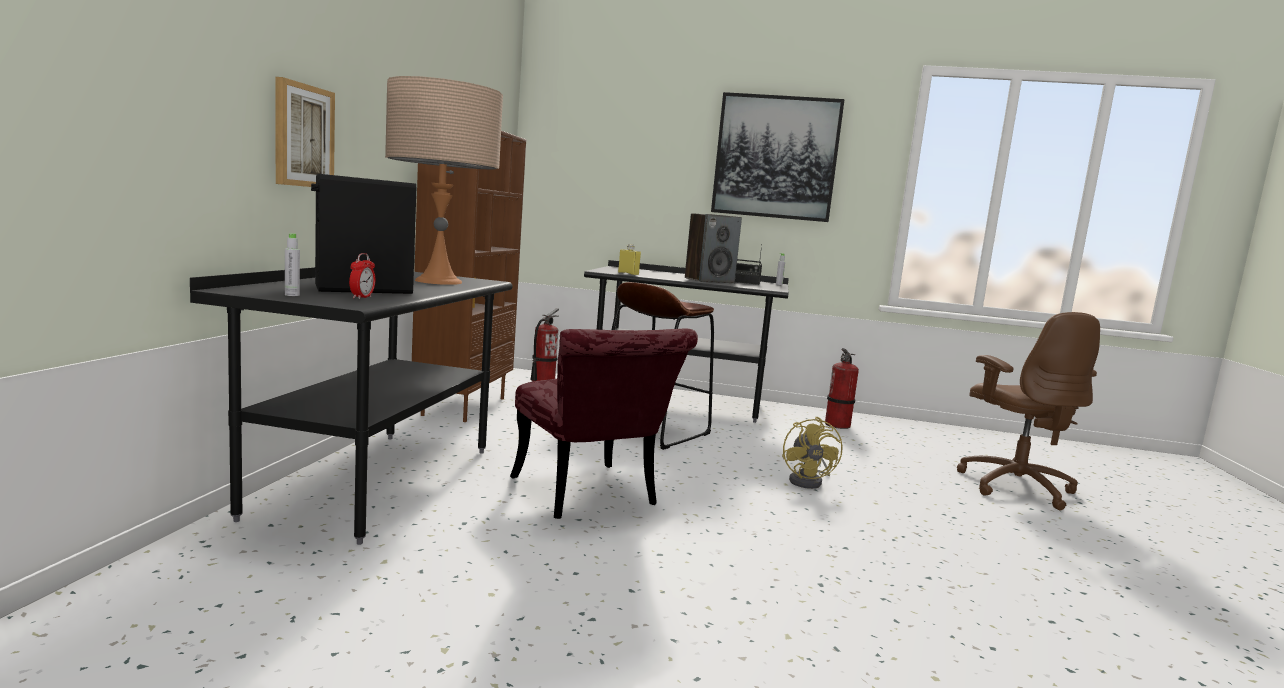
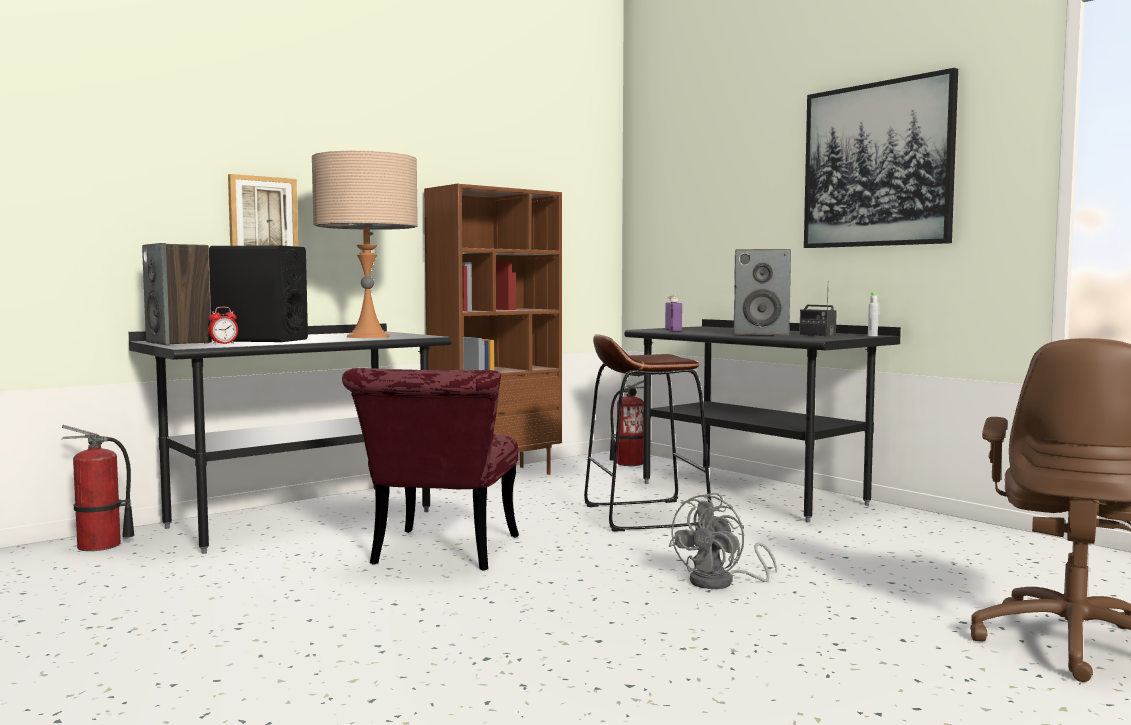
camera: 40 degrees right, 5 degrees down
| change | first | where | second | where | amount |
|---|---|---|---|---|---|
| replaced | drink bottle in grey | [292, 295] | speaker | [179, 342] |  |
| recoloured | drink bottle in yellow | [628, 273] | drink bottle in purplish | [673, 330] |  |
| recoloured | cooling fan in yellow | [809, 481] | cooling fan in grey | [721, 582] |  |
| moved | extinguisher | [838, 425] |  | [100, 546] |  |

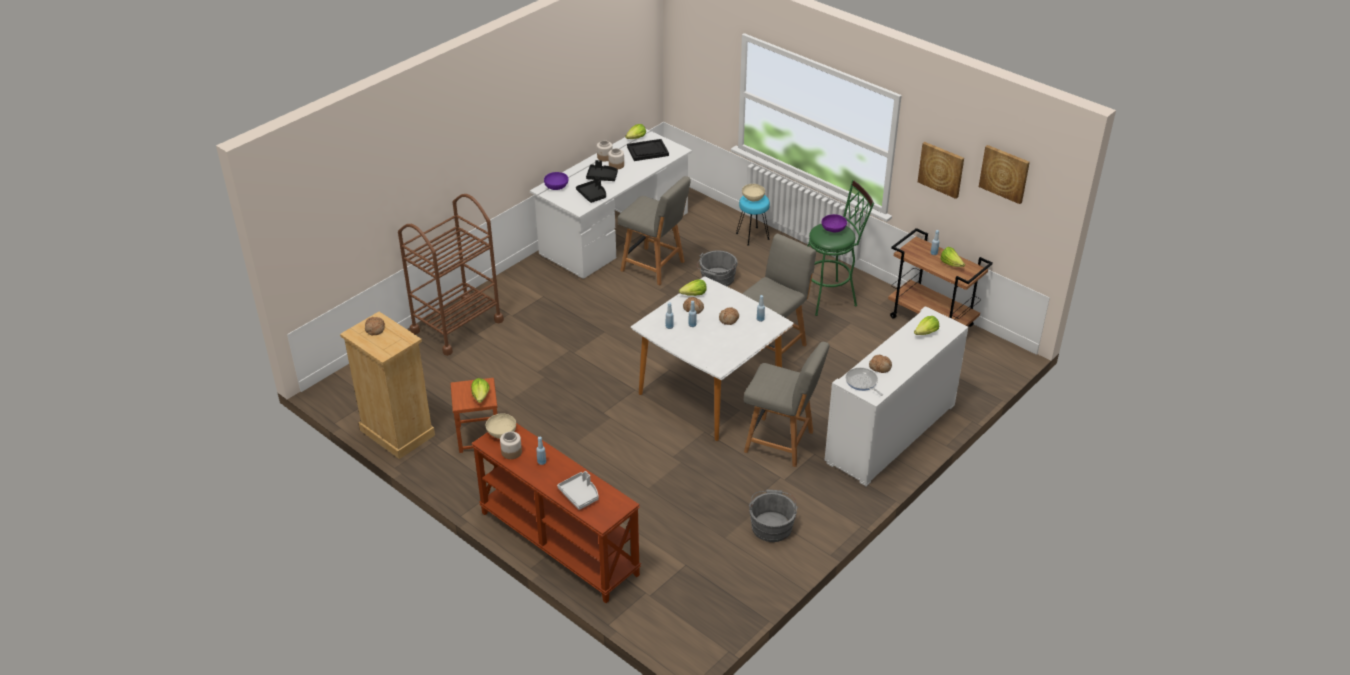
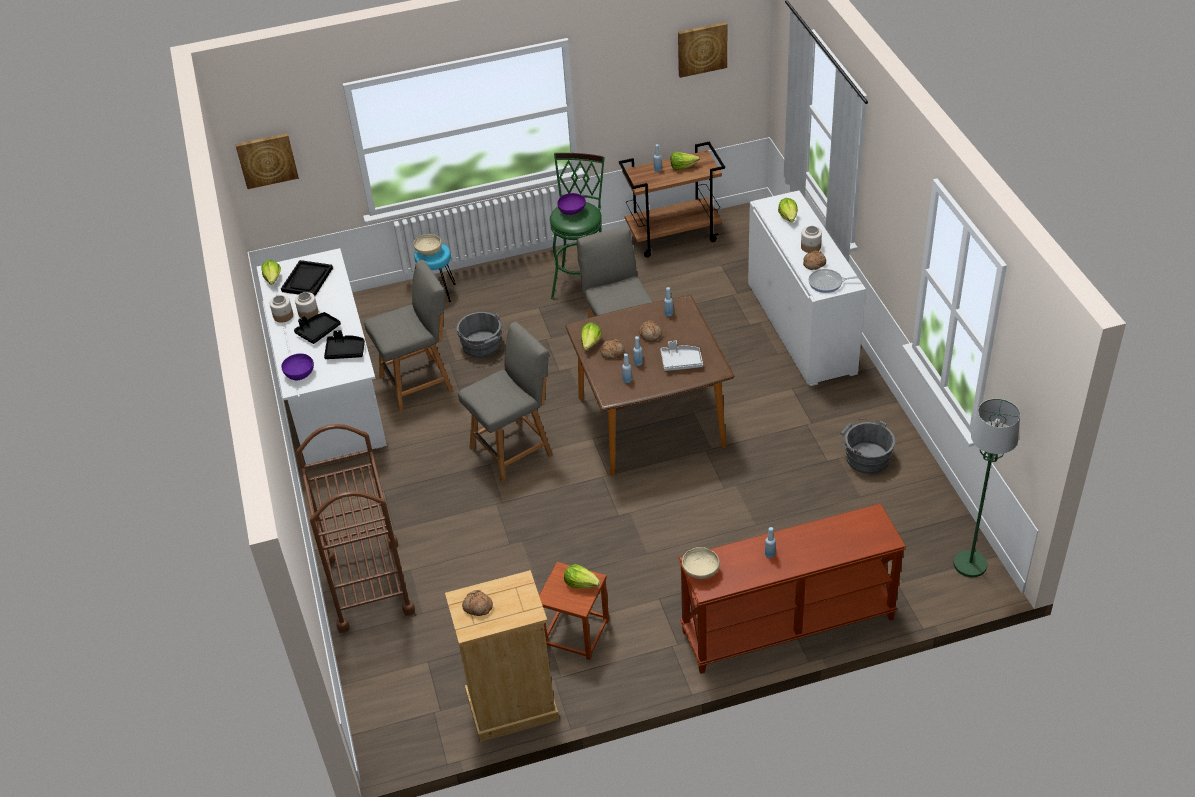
camera: 55 degrees left, 5 degrees up
| change | first | where | second | where | amount |
|---|---|---|---|---|---|
| moved | jar | [511, 452] |  | [811, 247] |  |
| moved | tray in grey | [580, 494] |  | [681, 362] |  |
| recoloured | dinner table in white | [711, 392] | dinner table in brown-coloured | [651, 422] |  |
| moved | upright chair in grey | [781, 442] |  | [513, 450] |  |
| moved | wall art | [941, 169] |  | [267, 160] |  |
| added |  |  | floor lamp in green-coloured | [970, 564] |  |

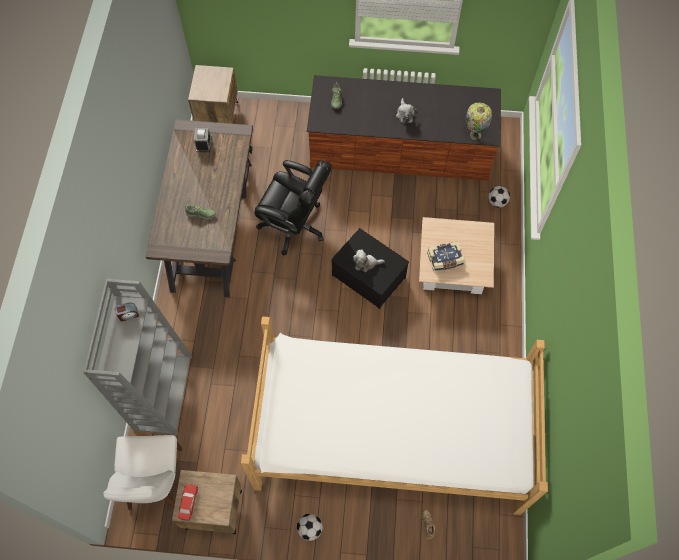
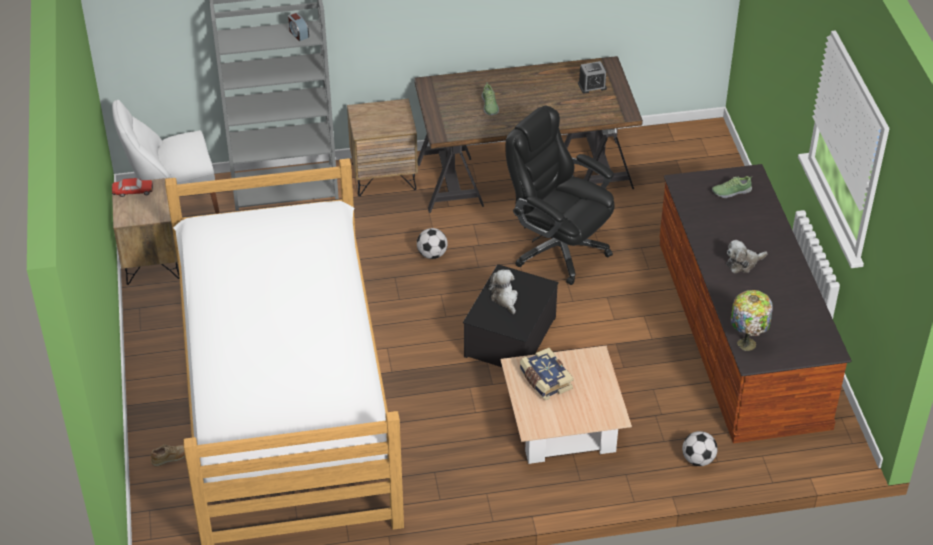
camera: 75 degrees right, 20 degrees down
| change | first | where | second | where | amount |
|---|---|---|---|---|---|
| moved | night table in brown-coloured | [217, 116] |  | [384, 176] |  |
| turned | office chair in black | [294, 225] |  | [558, 248] | 120 degrees clockwise |
| moved | football | [310, 529] |  | [432, 254] |  |

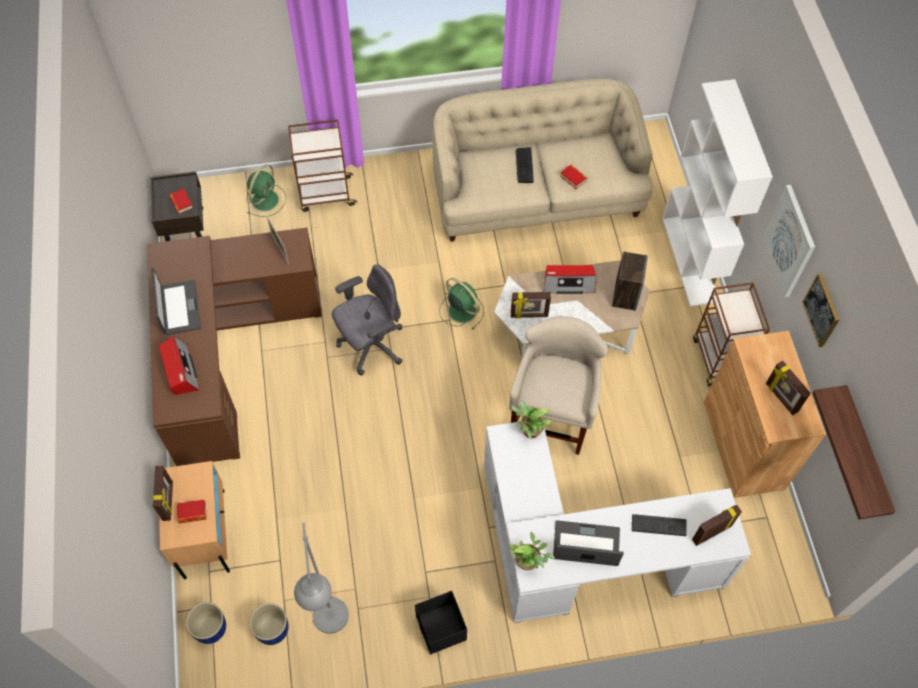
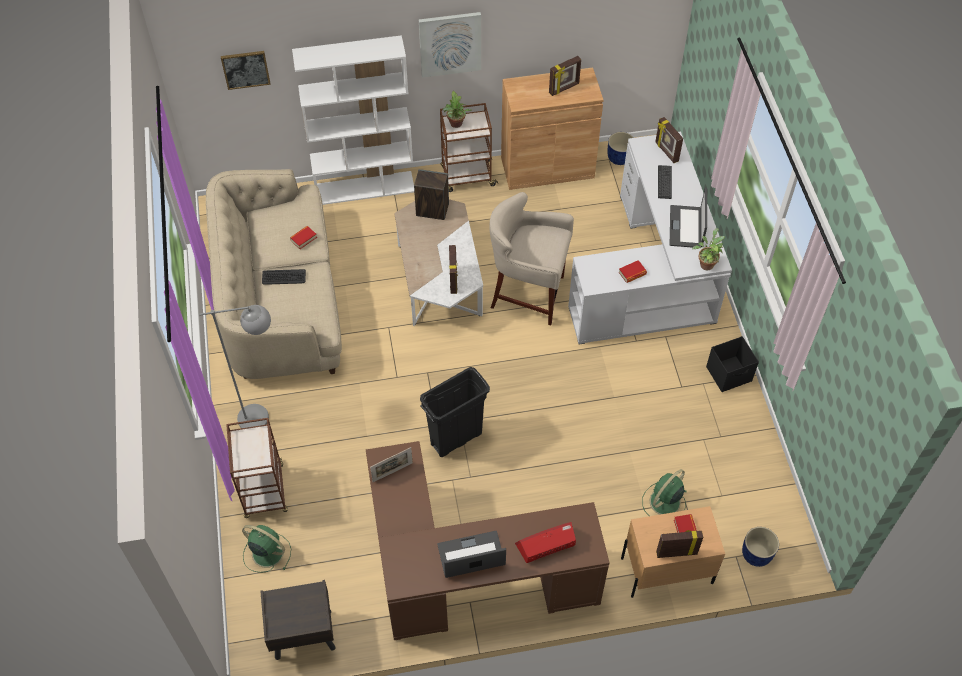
camera: 90 degrees left, 5 degrees down
| change | first | where | second | where | amount |
|---|---|---|---|---|---|
| moved | book | [181, 203] |  | [632, 273] |  |
| moved | planter in blue | [272, 629] |  | [619, 158] |  |
| moved | floor lamp in grey | [332, 628] |  | [264, 416] |  |
| replaced | office chair in grey | [371, 345] | trash can in black | [456, 438] |  |
| moved | cooling fan in green-coloured | [461, 310] |  | [664, 503] |  |
| moved | plant in a pot | [529, 431] |  | [456, 124] |  |
| removed | radio set | [568, 283] |  |  |  |
| moved | wall art | [822, 310] |  | [245, 69] |  |
| removed | bracket shelf | [864, 454] |  |  |  |

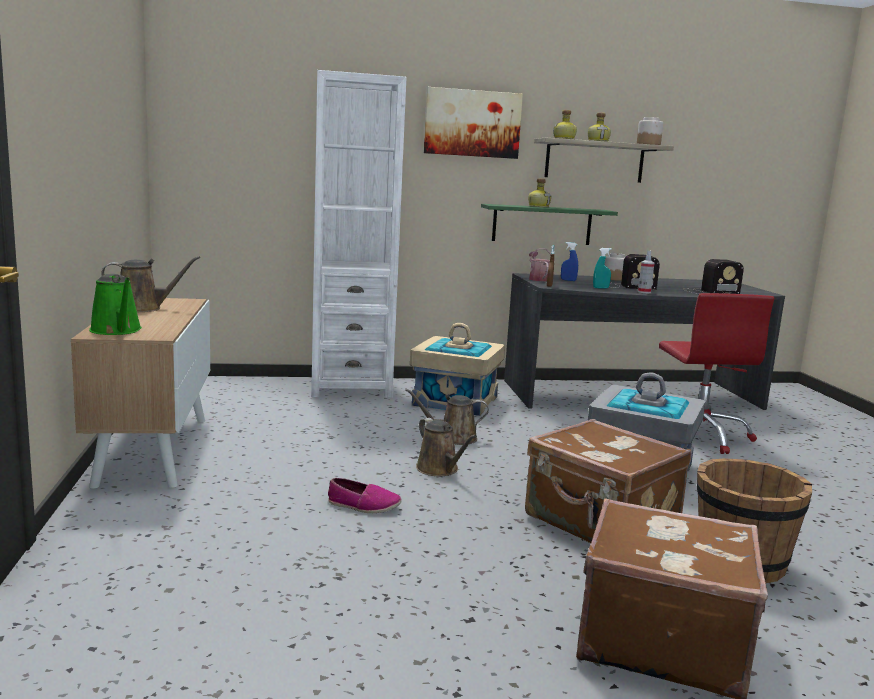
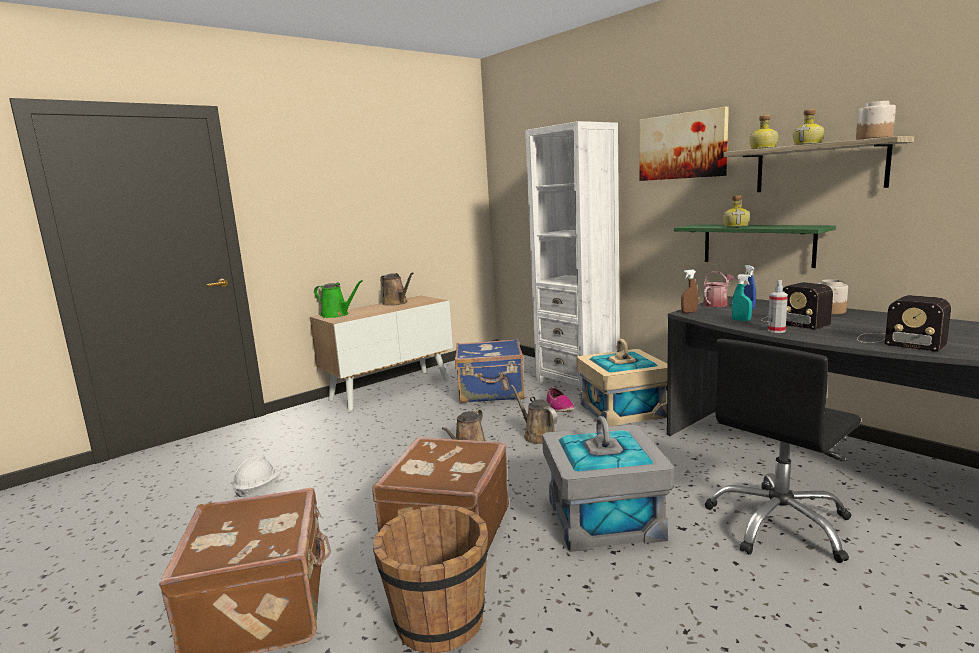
camera: 60 degrees right, 0 degrees up
| change | first | where | second | where | amount |
|---|---|---|---|---|---|
| turned | sprinkling can in green-coloured | [117, 331] |  | [337, 315] | 90 degrees counterclockwise |
| moved | low shoe | [363, 505] |  | [559, 407] |  |
| recoloured | office chair in red | [699, 435] | office chair in black | [779, 524] |  |
| added |  |  | safety helmet in white | [258, 487] |  |
| added |  |  | piece of luggage in blue | [491, 393] |  |

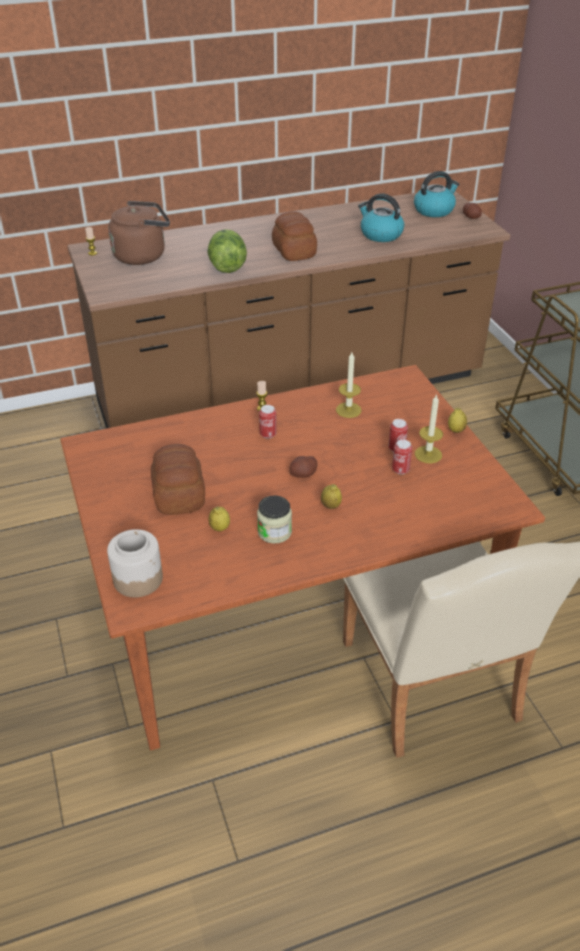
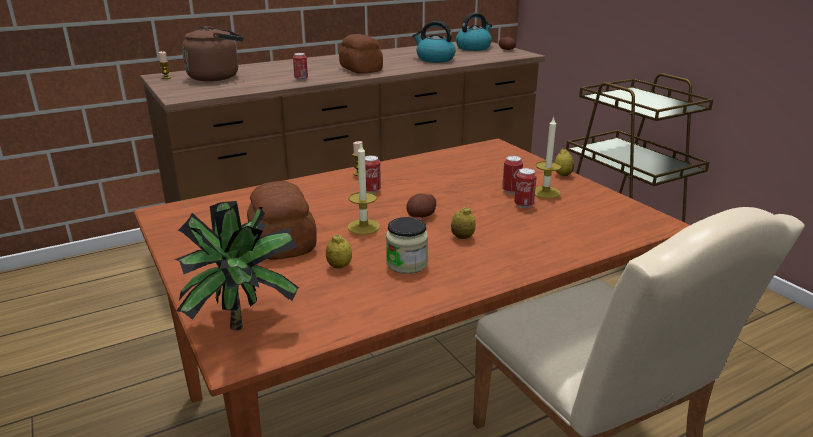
camera: 10 degrees left, 15 degrees down
| change | first | where | second | where | amount |
|---|---|---|---|---|---|
| replaced | jar | [138, 578] | plant in a pot | [244, 323] |  |
| replaced | lettuce head | [227, 267] | sealed can | [301, 79] |  |
| moved | candle | [348, 410] |  | [363, 227] |  |

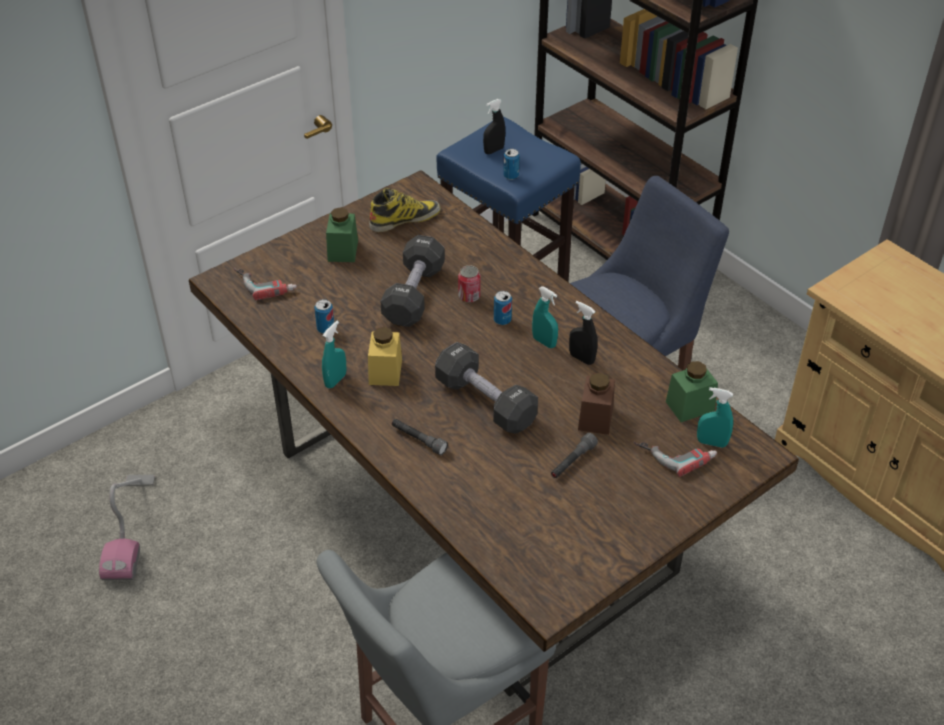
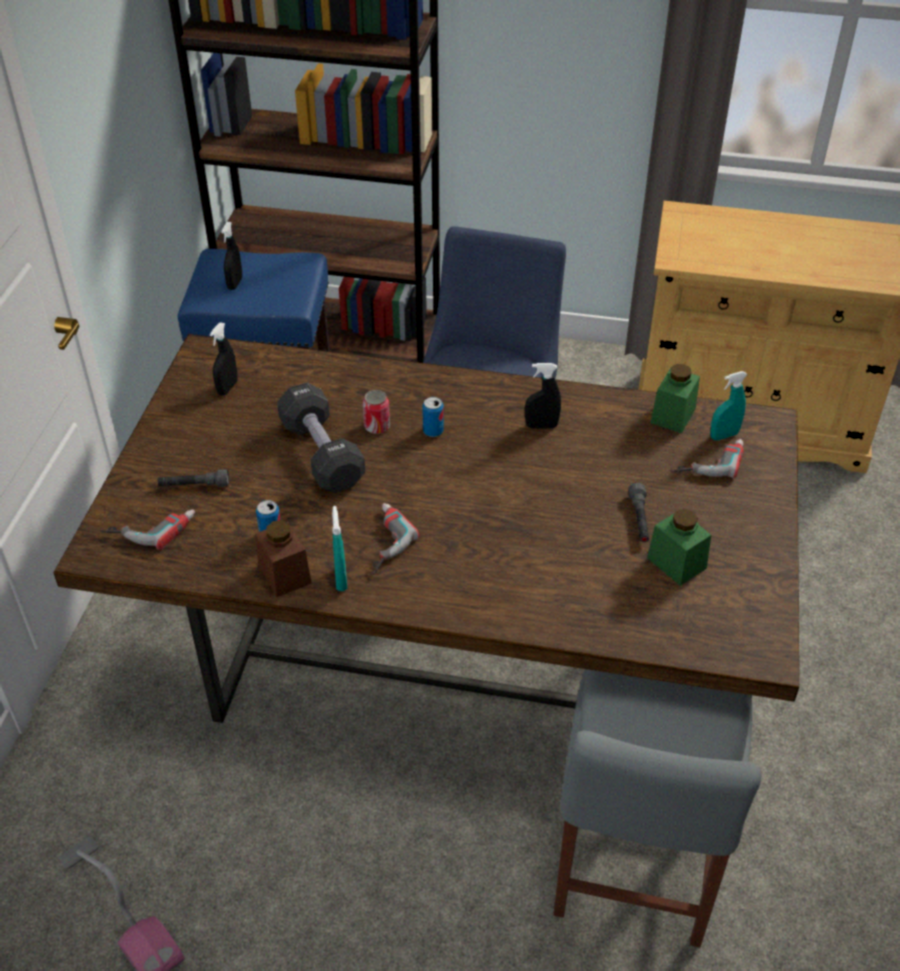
camera: 40 degrees left, 0 degrees up
| change | first | where | second | where | amount |
|---|---|---|---|---|---|
| moved | jar in green-coloured | [343, 250] |  | [676, 563] |  |
| replaced | jar in yellow | [385, 372] | power drill | [380, 541] |  |
| replaced | tall boot | [404, 219] | spray bottle in black | [227, 388] |  |
| moved | flashlight in grey | [418, 440] |  | [194, 486] |  |
| removed | hand weight in black | [485, 402] |  |  |  |
| removed | sealed can | [511, 176] |  |  |  |
| removed | spray bottle in turquoise | [544, 342] |  |  |  |
| moved | jar in brown-coloured | [595, 418] |  | [284, 574] |  |

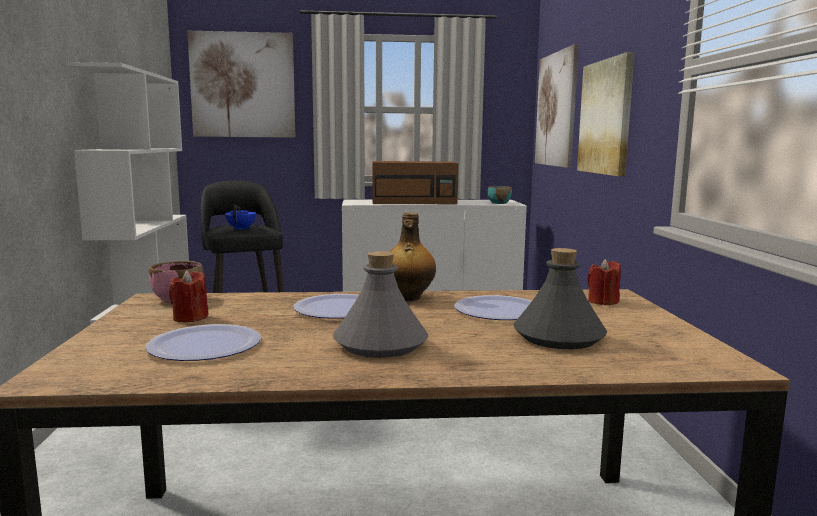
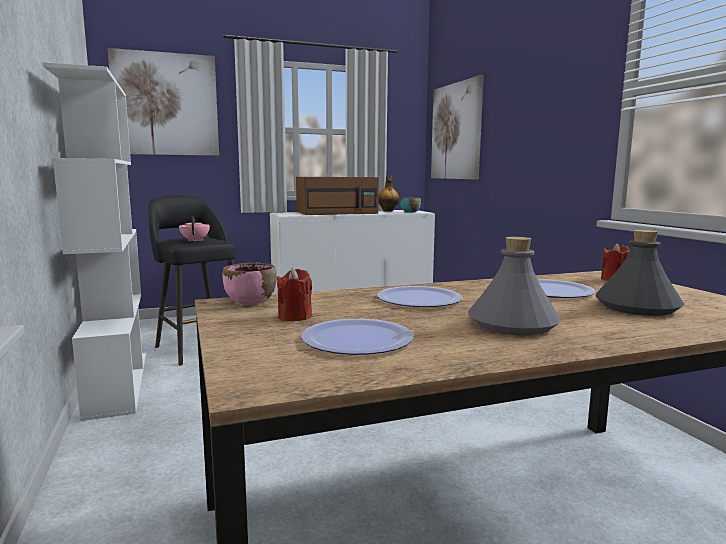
camera: 15 degrees left, 0 degrees up
| change | first | where | second | where | amount |
|---|---|---|---|---|---|
| recoloured | pot for tea in blue | [241, 229] | pot for tea in pink-coloured | [195, 240] |  |
| moved | drink bottle | [408, 298] |  | [388, 211] |  |
| removed | wall art | [606, 117] |  |  |  |

